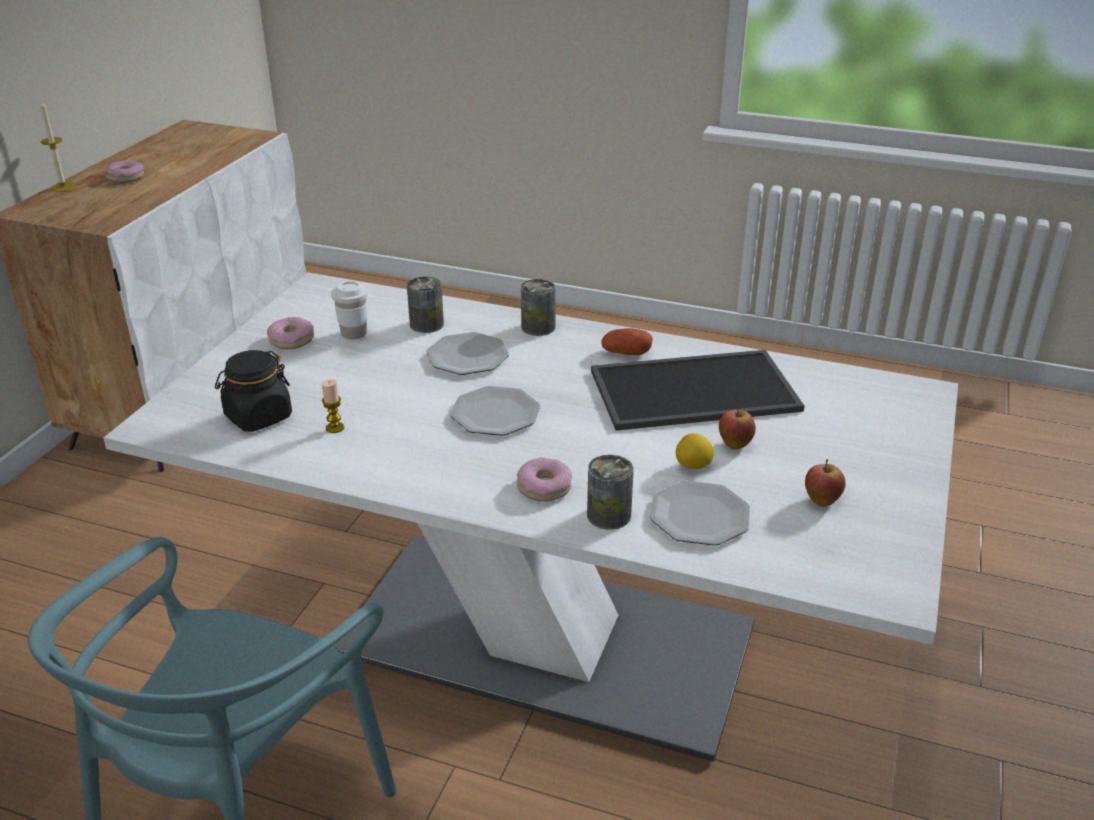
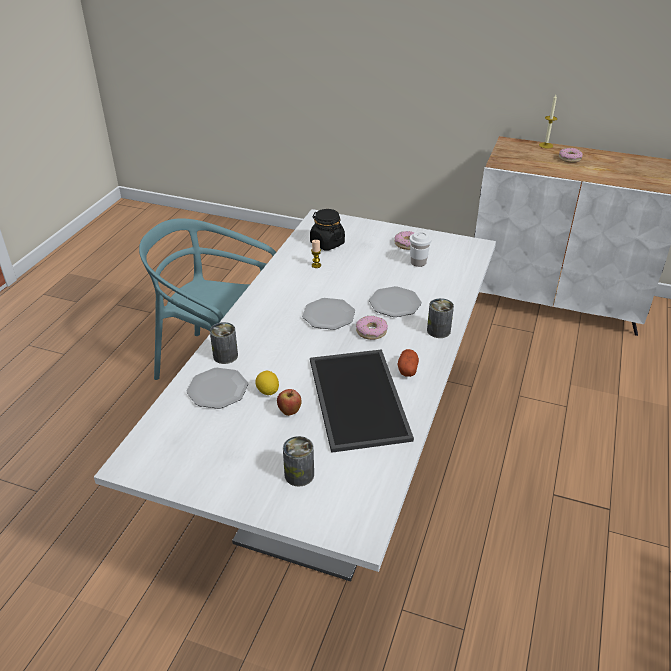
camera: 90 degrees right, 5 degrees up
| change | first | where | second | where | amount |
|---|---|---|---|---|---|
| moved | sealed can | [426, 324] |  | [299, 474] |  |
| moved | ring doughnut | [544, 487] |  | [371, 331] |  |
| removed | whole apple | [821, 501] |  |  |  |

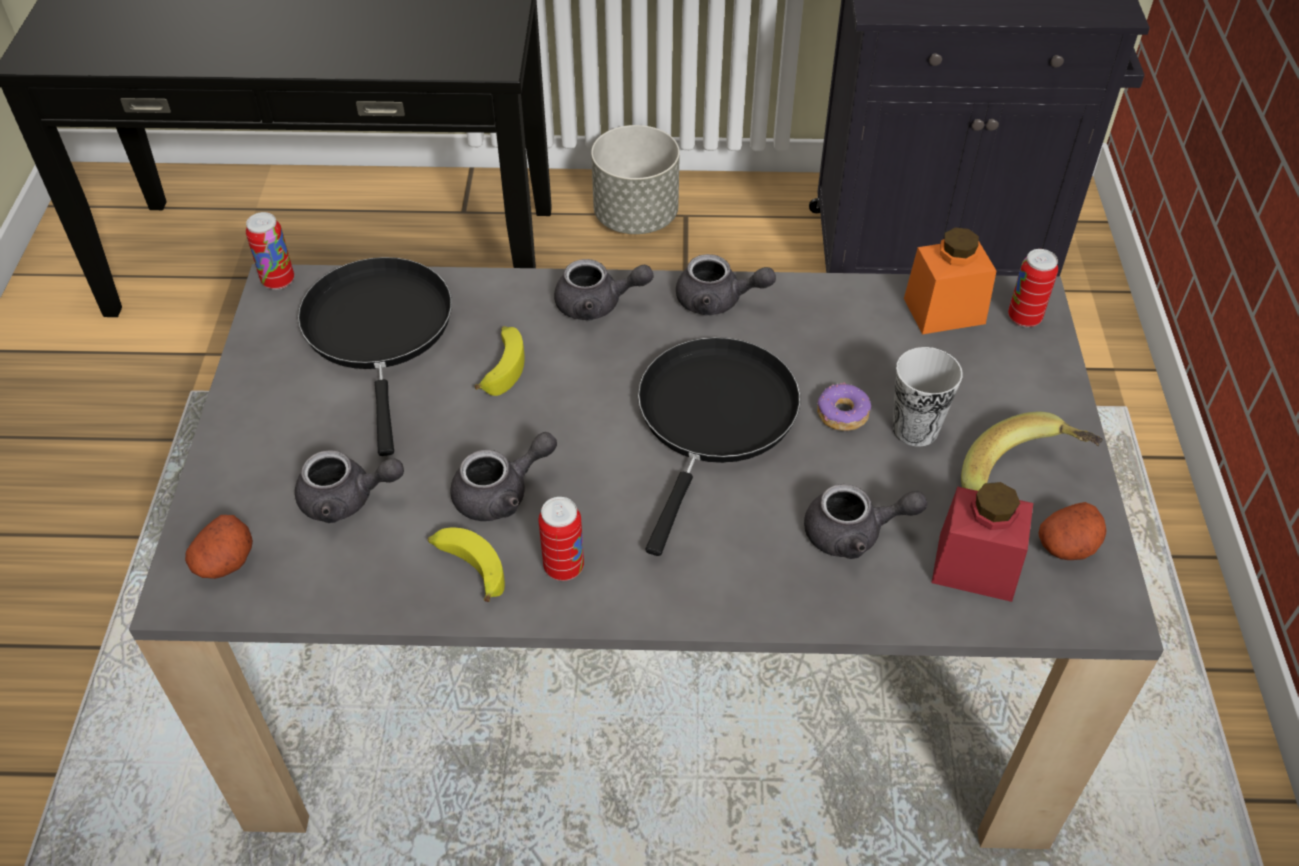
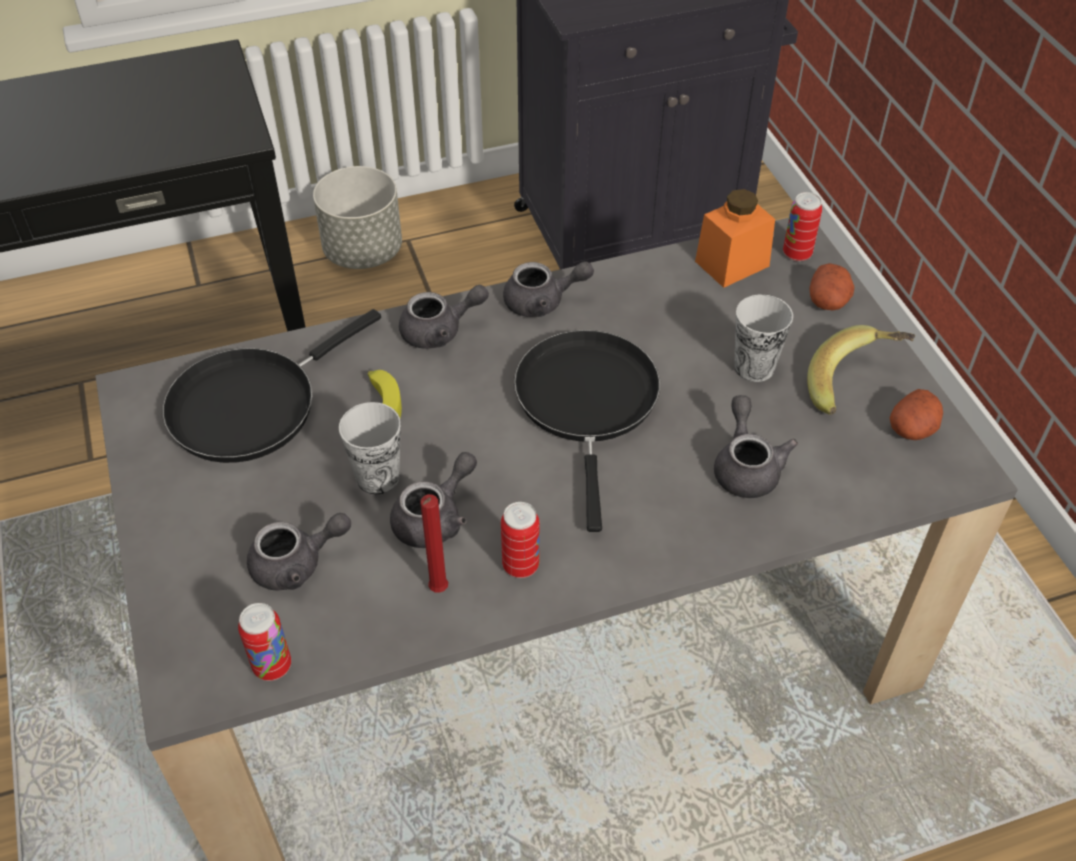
camera: 20 degrees left, 0 degrees up
| change | first | where | second | where | amount |
|---|---|---|---|---|---|
| moved | whole potato | [225, 562] |  | [828, 301] |  |
| moved | sealed can | [278, 281] |  | [272, 666] |  |
| turned | pan in black | [379, 331] |  | [251, 405] | 105 degrees counterclockwise |
| replaced | whole banana | [468, 568] | candle in red | [437, 591] |  |
| turned | pot for tea in grey | [854, 533] |  | [746, 466] | 75 degrees counterclockwise |
| removed | ring doughnut | [842, 414] |  |  |  |
| removed | jar in red | [975, 567] |  |  |  |
| added |  |  | cup | [378, 477] |  |

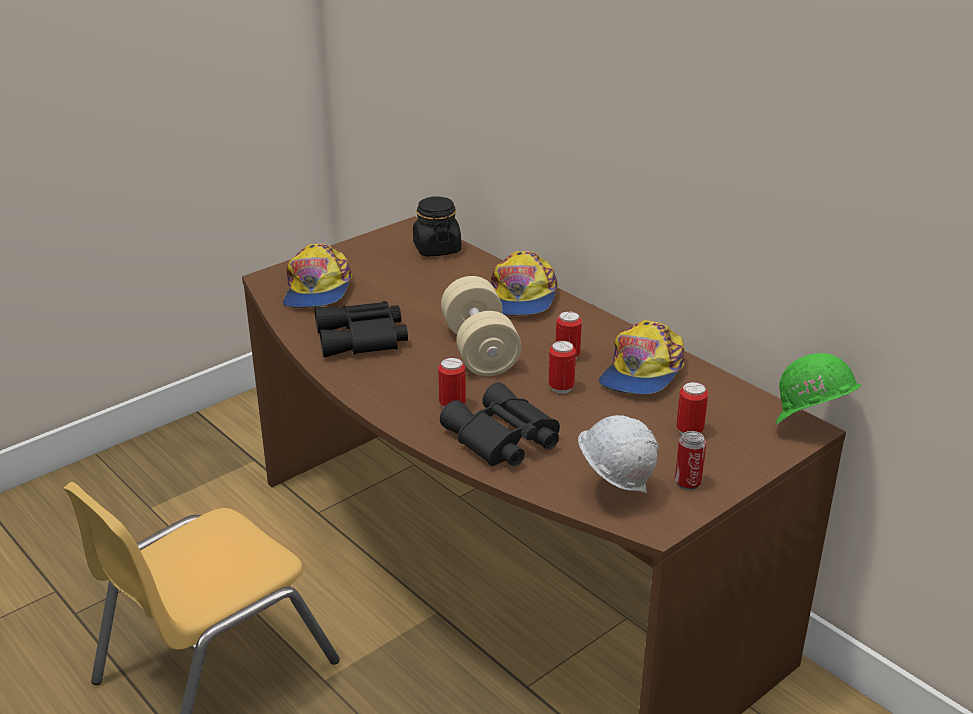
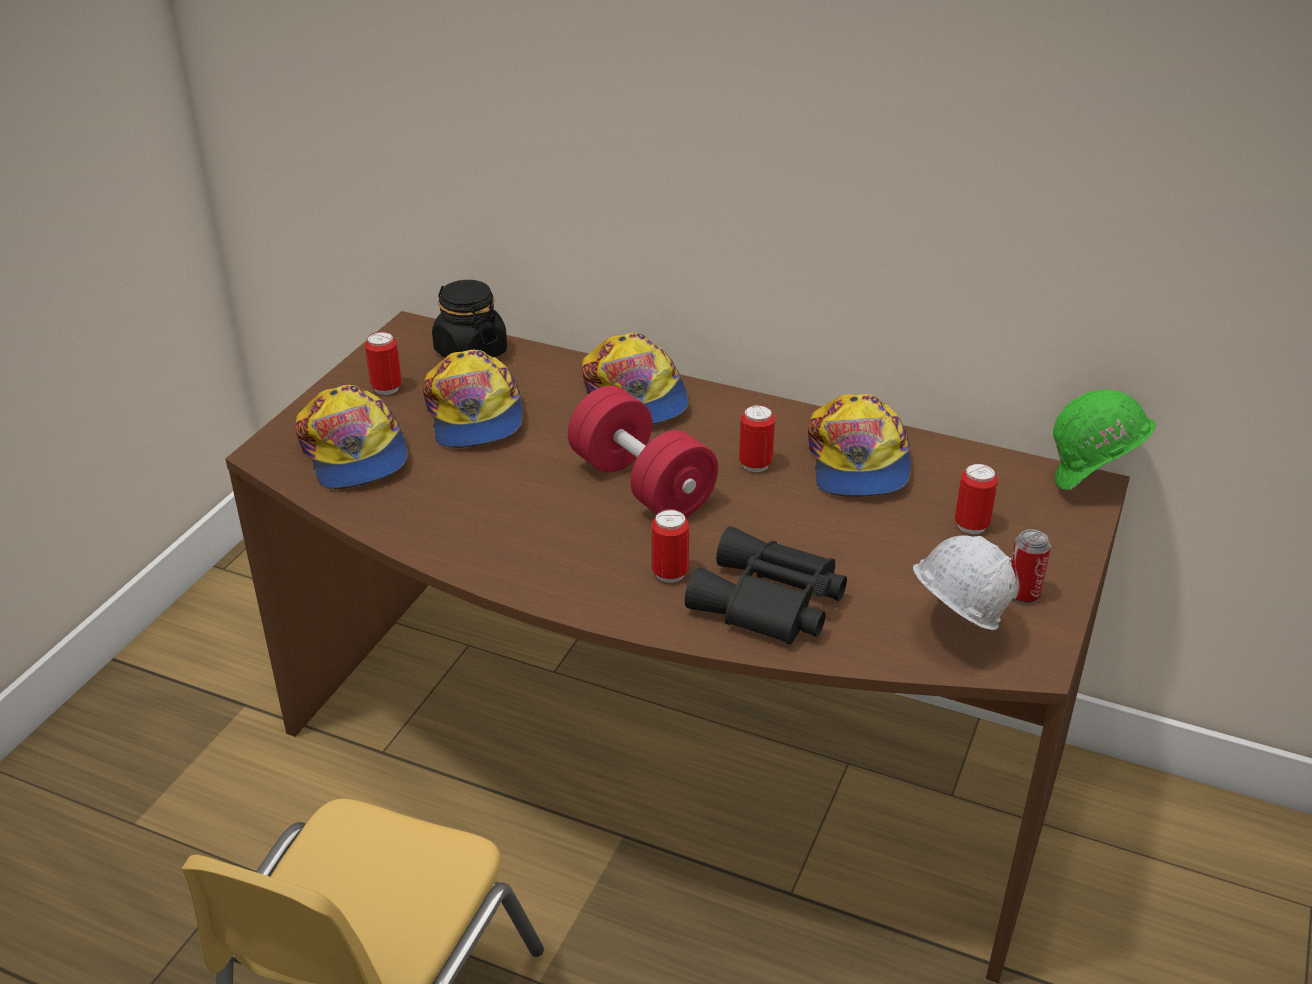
camera: 25 degrees left, 5 degrees up
| change | first | where | second | where | amount |
|---|---|---|---|---|---|
| removed | field glasses in black | [363, 339] |  |  |  |
| recoloured | hand weight in beige-coloured | [480, 350] | hand weight in red | [641, 484] |  |
| moved | sealed can | [561, 388] |  | [386, 388] |  |
| added |  |  | peaked cap | [474, 415] |  |

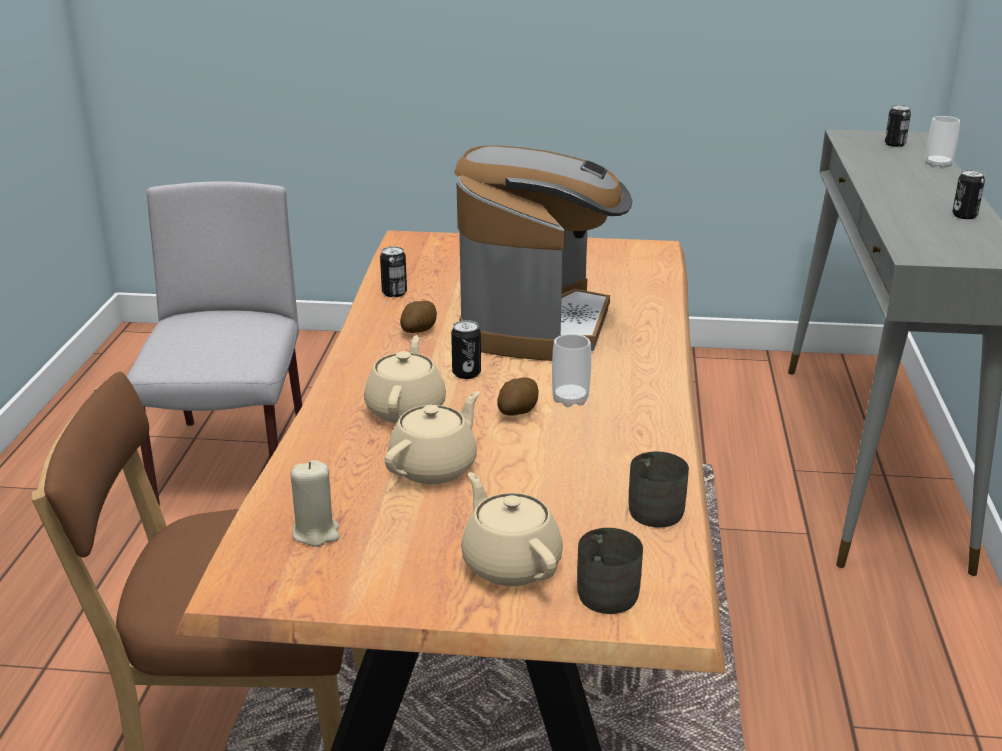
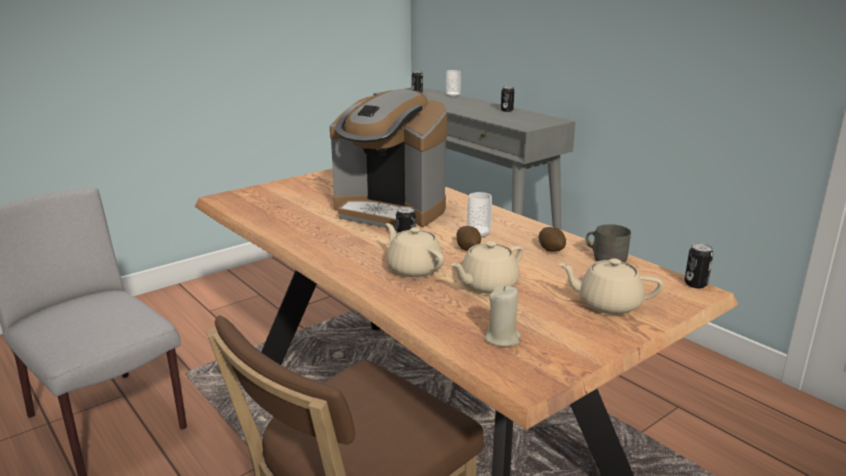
camera: 45 degrees left, 5 degrees down
| change | first | where | second | where | amount |
|---|---|---|---|---|---|
| moved | sealed can | [394, 293] |  | [695, 284] |  |
| turned | pot for tea in beige-coloured | [435, 467] |  | [487, 285] | 120 degrees counterclockwise |
| moved | whole potato | [419, 331] |  | [552, 249] |  |
| turned | coffee brewer | [537, 324] |  | [390, 211] | 150 degrees clockwise |
| removed | coffee mug in grey | [606, 589] |  |  |  |

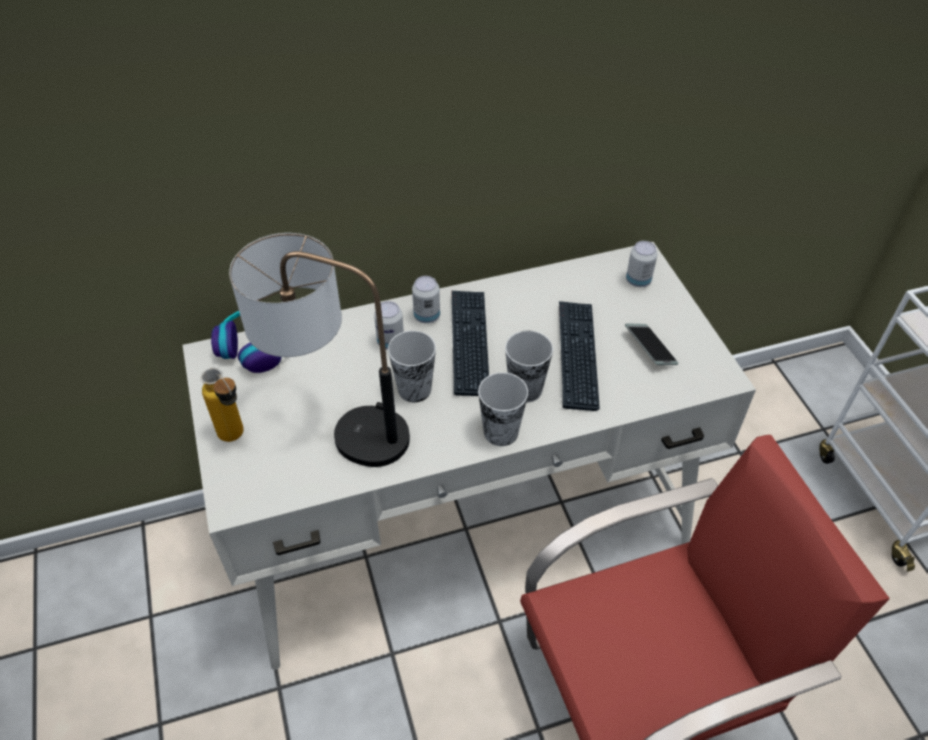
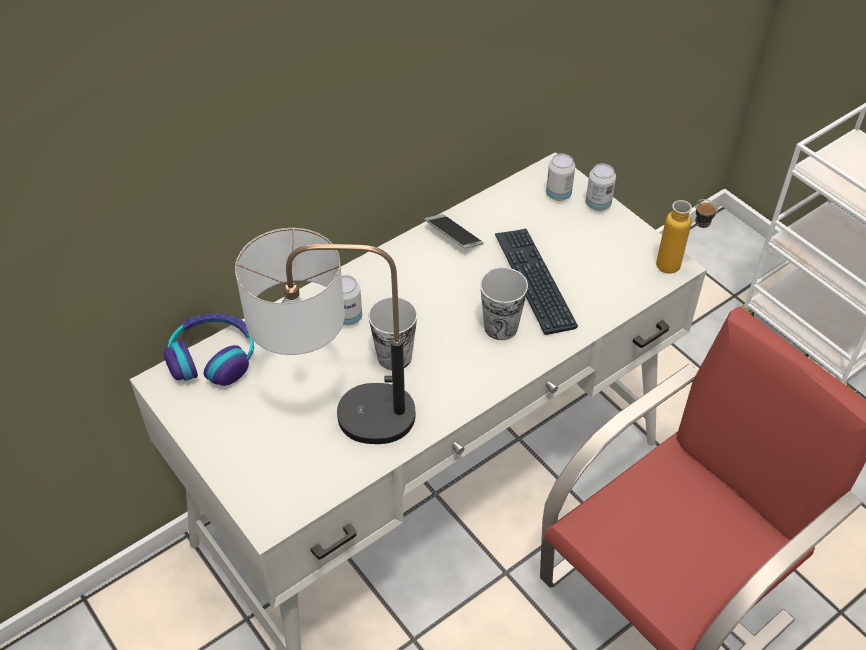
camera: 20 degrees left, 0 degrees up
| change | first | where | second | where | amount |
|---|---|---|---|---|---|
| moved | drink bottle | [237, 439] |  | [677, 269] |  |
| moved | sealed can | [427, 316] |  | [598, 204] |  |
| removed | keyboard | [469, 342] |  |  |  |
| removed | cup | [501, 432] |  |  |  |
| moved | telephone | [650, 348] |  | [453, 236] |  |

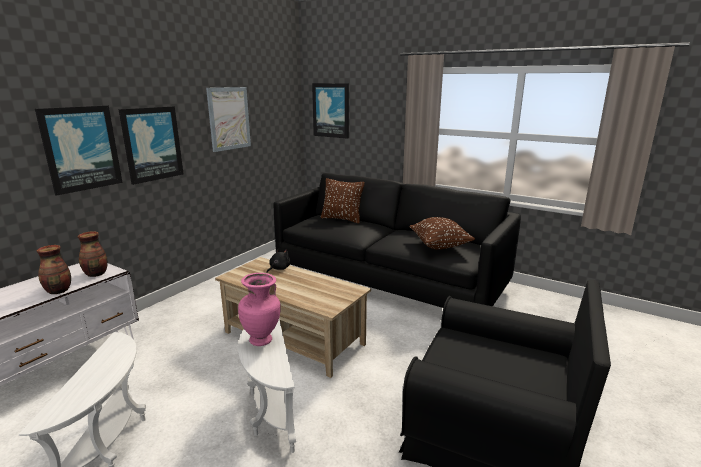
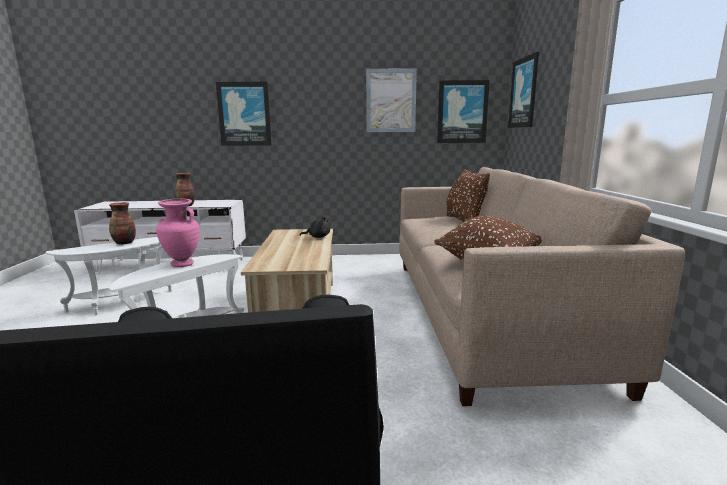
camera: 55 degrees right, 5 degrees down
| change | first | where | second | where | amount |
|---|---|---|---|---|---|
| moved | vase | [96, 274] |  | [124, 243] |  |
| moved | wall art | [152, 144] |  | [462, 112] |  |
| recoloured | couch in black | [388, 280] | couch in beige-coloured | [483, 313] |  |

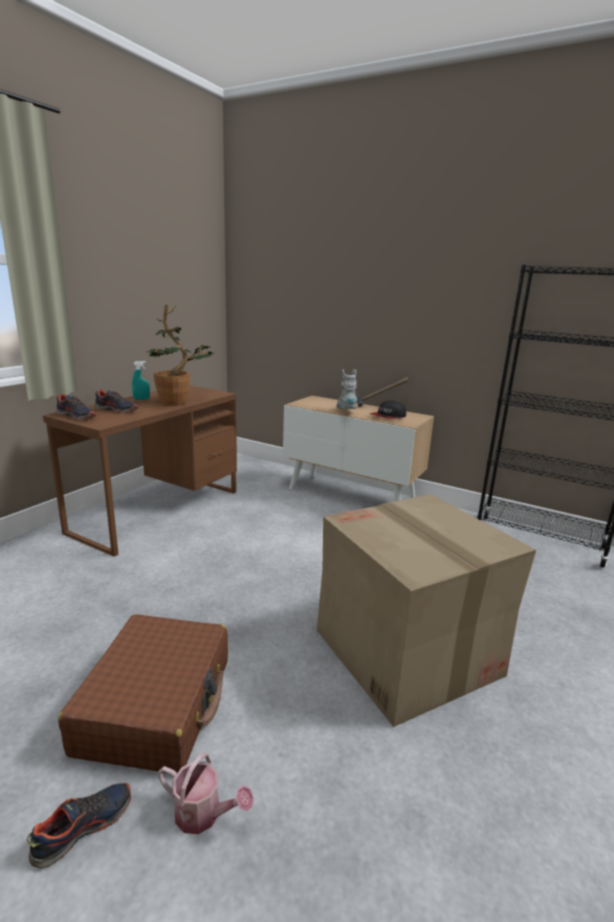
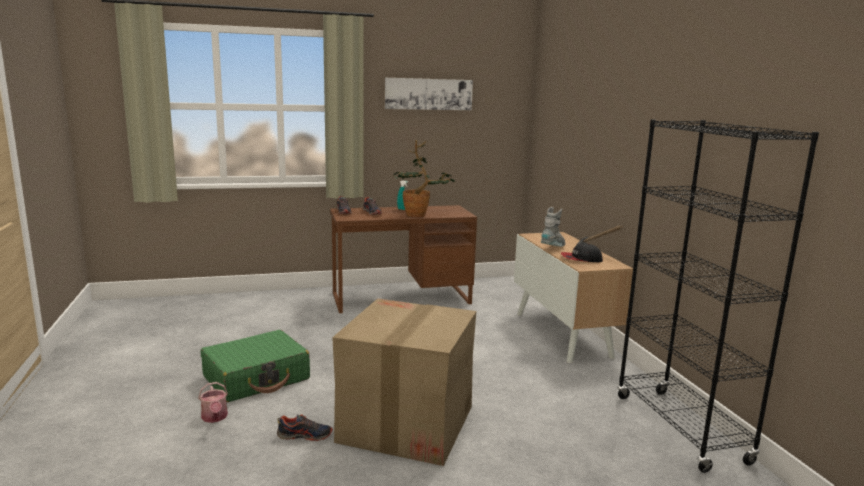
camera: 45 degrees right, 5 degrees down
| change | first | where | second | where | amount |
|---|---|---|---|---|---|
| moved | low shoe | [83, 827] |  | [305, 435] |  |
| recoloured | piece of luggage in brown-coloured | [157, 704] | piece of luggage in green-coloured | [257, 378] |  |
| added |  |  | wall art | [428, 94] |  |

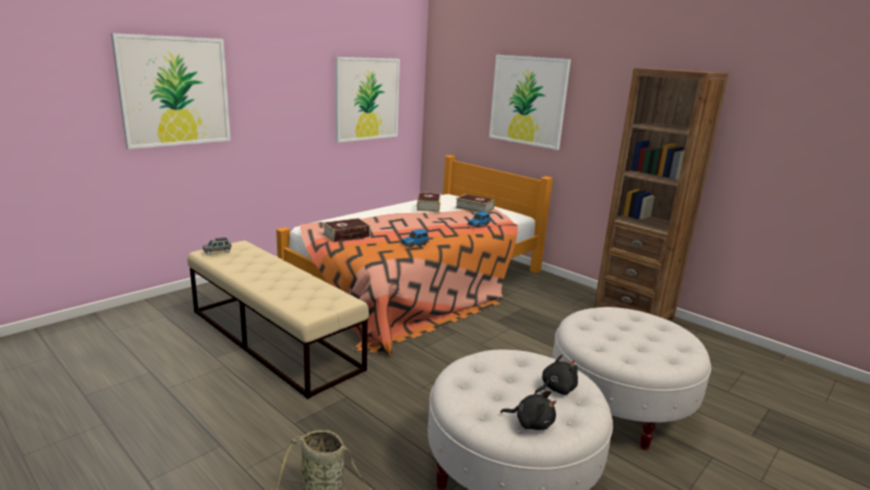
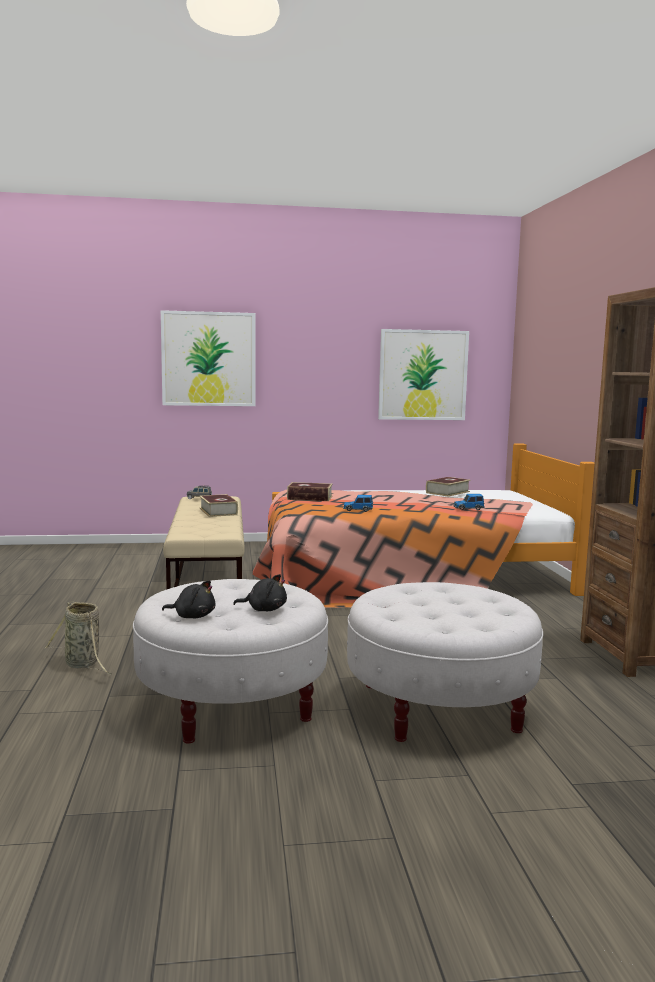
camera: 40 degrees right, 10 degrees down
| change | first | where | second | where | amount |
|---|---|---|---|---|---|
| moved | book | [474, 208] |  | [218, 511] |  |
| removed | wall art | [528, 101] |  |  |  |
| turned | cuddly toy in black | [531, 423] |  | [192, 616] | 45 degrees counterclockwise |

